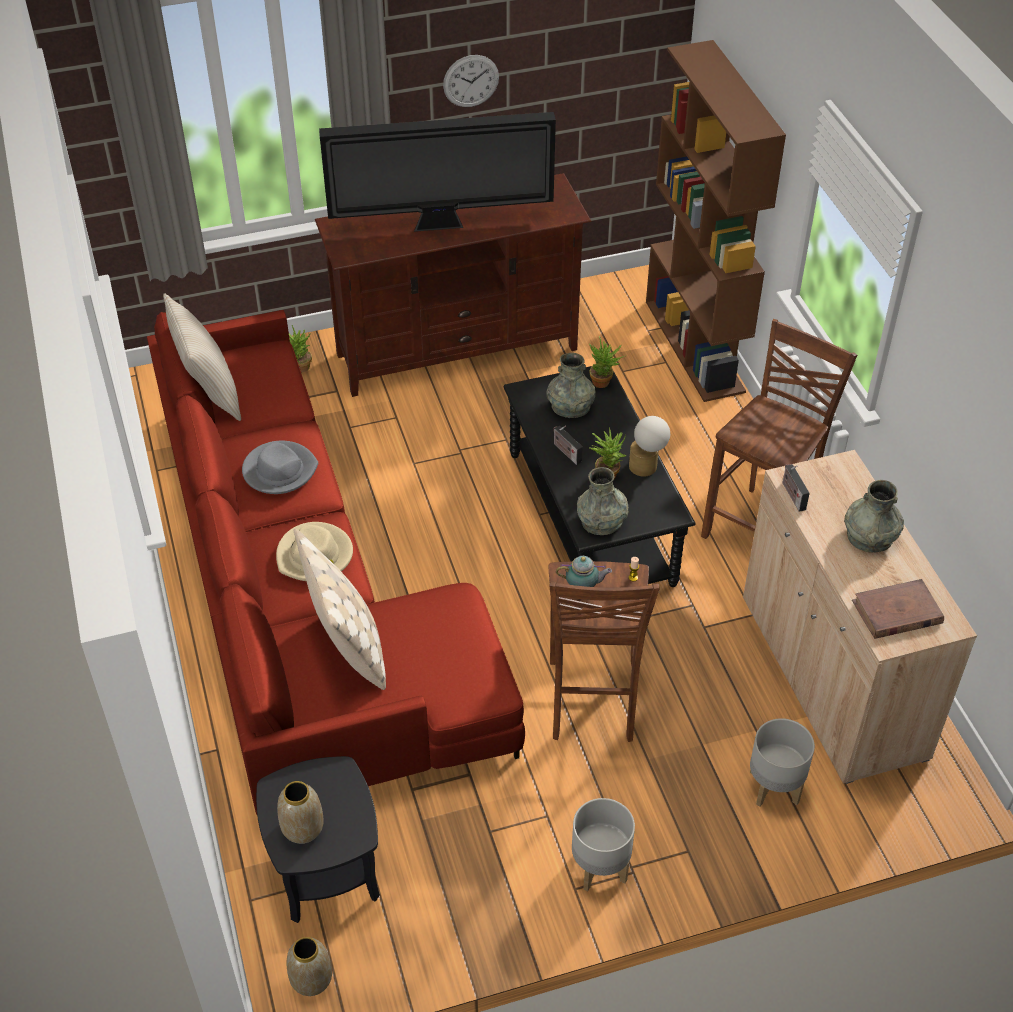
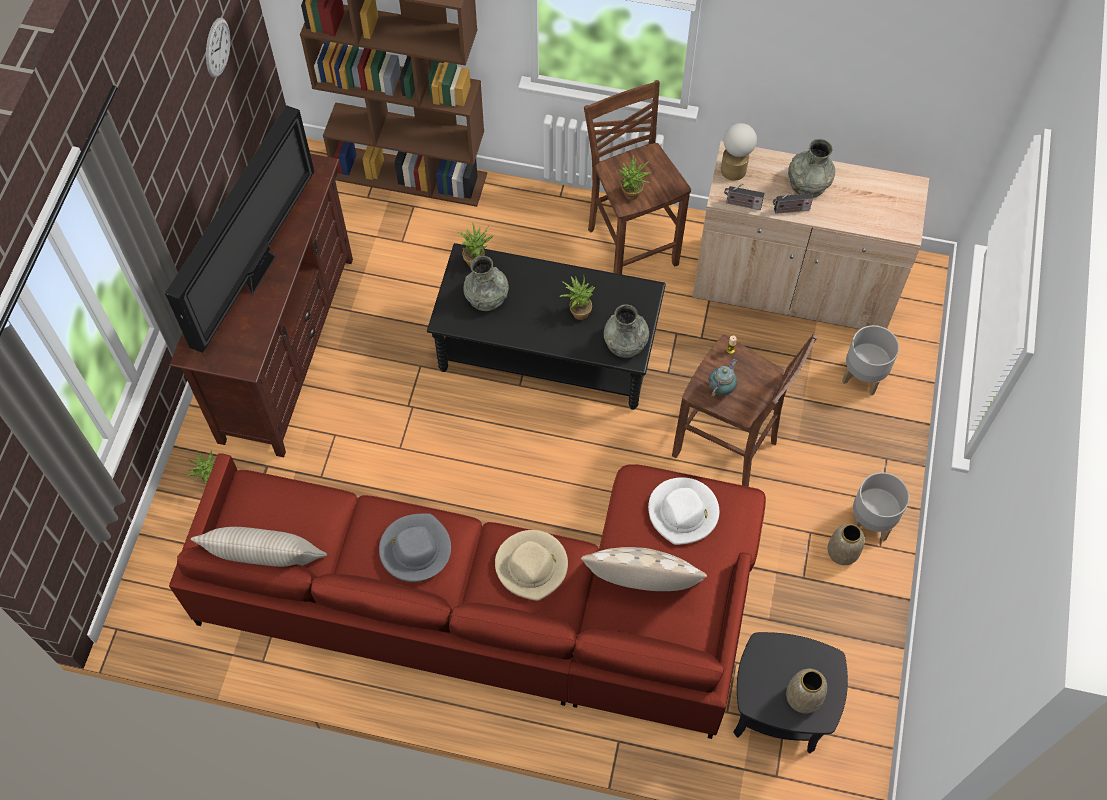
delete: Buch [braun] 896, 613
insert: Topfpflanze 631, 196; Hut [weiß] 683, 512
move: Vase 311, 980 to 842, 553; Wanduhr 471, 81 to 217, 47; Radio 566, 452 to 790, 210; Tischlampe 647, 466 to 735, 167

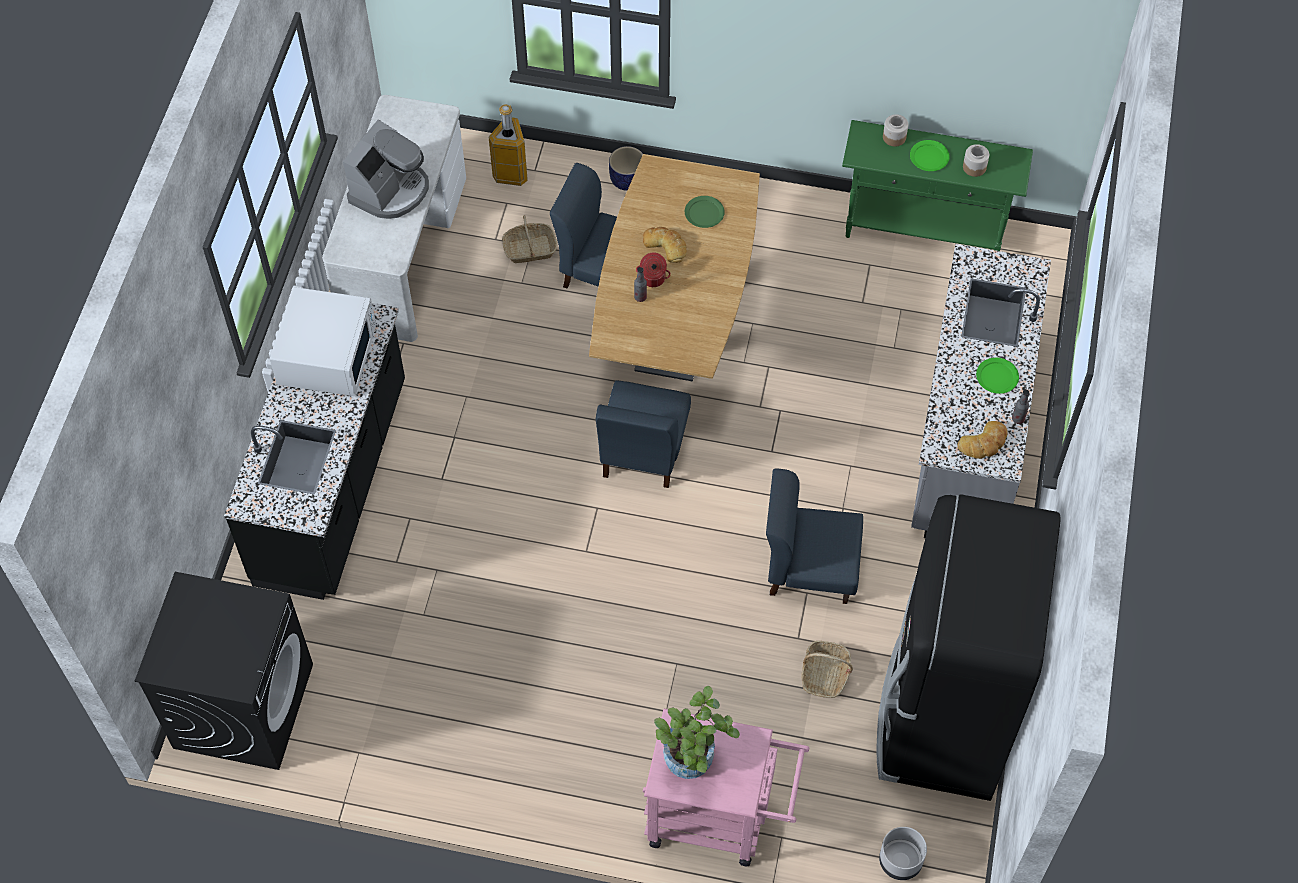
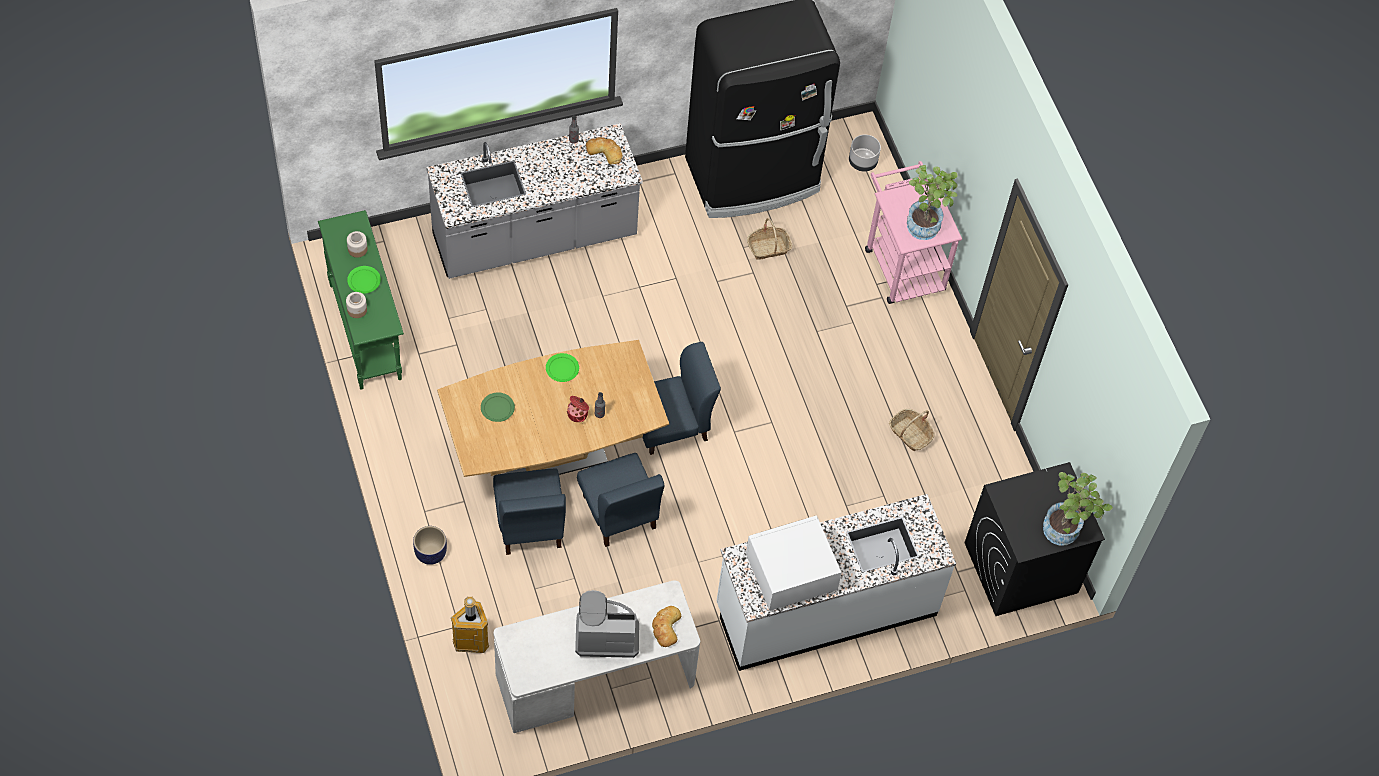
insert: Topfpflanze 1066, 529
move: Korb 530, 249 to 910, 434; Brot 666, 245 to 666, 627; Stuhl [blau] 809, 568 to 619, 512; Teller [grün] 997, 377 to 562, 368
recolor: Küchenzeile [schwarz] 334, 484 to Küchenzeile [weiß] 825, 609

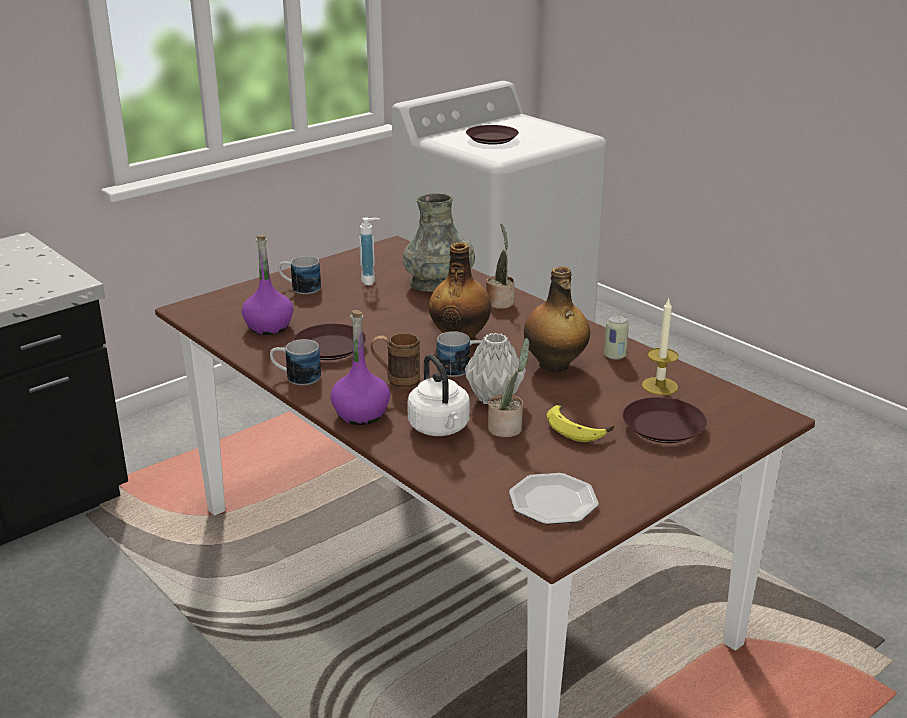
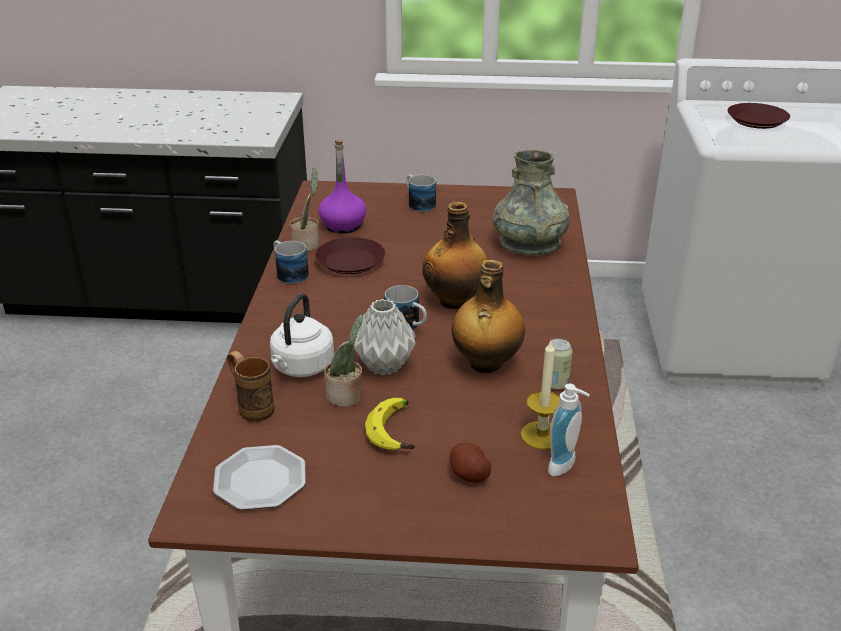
delete: Flasche [lila] 361, 414
move: Seifenspender 371, 280 to 565, 467; Henkelbecher [braun] 396, 381 to 251, 407; Topfpflanze 500, 302 to 307, 244
replace: Teller [braun] 662, 427 to Kartoffel 469, 474

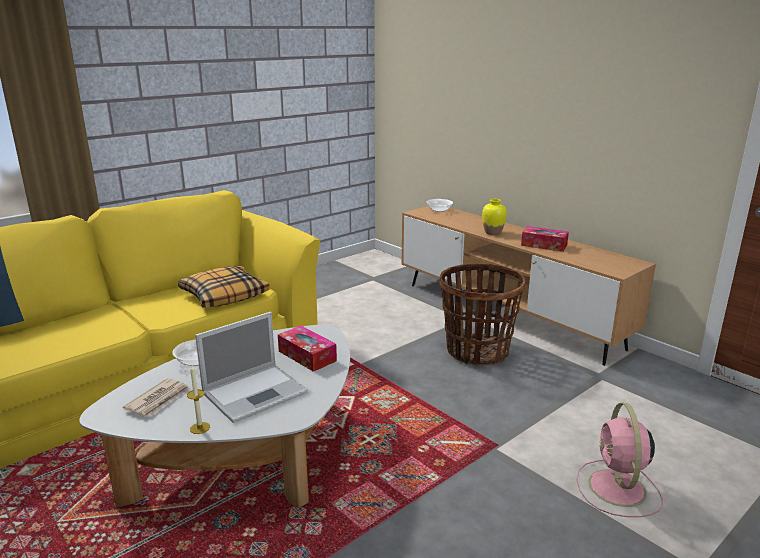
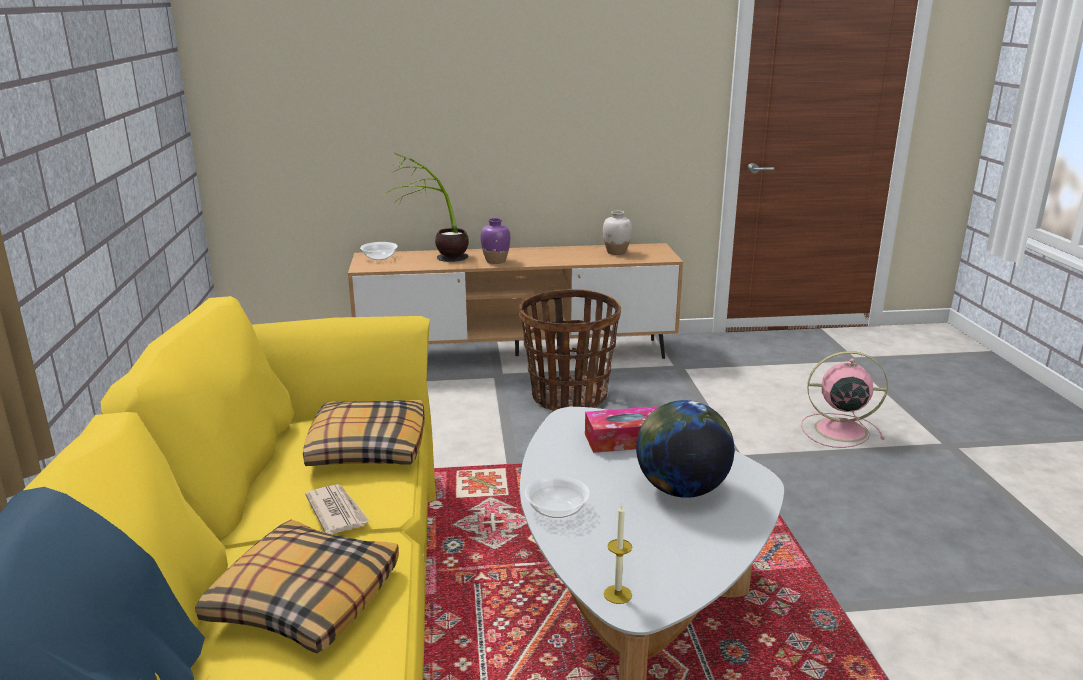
delete: Taschentuchbox 544, 245
insert: Kissen 304, 600; Topfpflanze 436, 261; Vase [weiß] 616, 252
move: Zeitung 159, 400 to 337, 512; Kerze 200, 428 to 617, 594
replace: Laptop 256, 392 to Globus 681, 489
recolor: Vase [gelb] 492, 233 to Vase [lila] 495, 261
rotate: Ventilator [rosa] 617, 489 = 838, 430 150 degrees clockwise

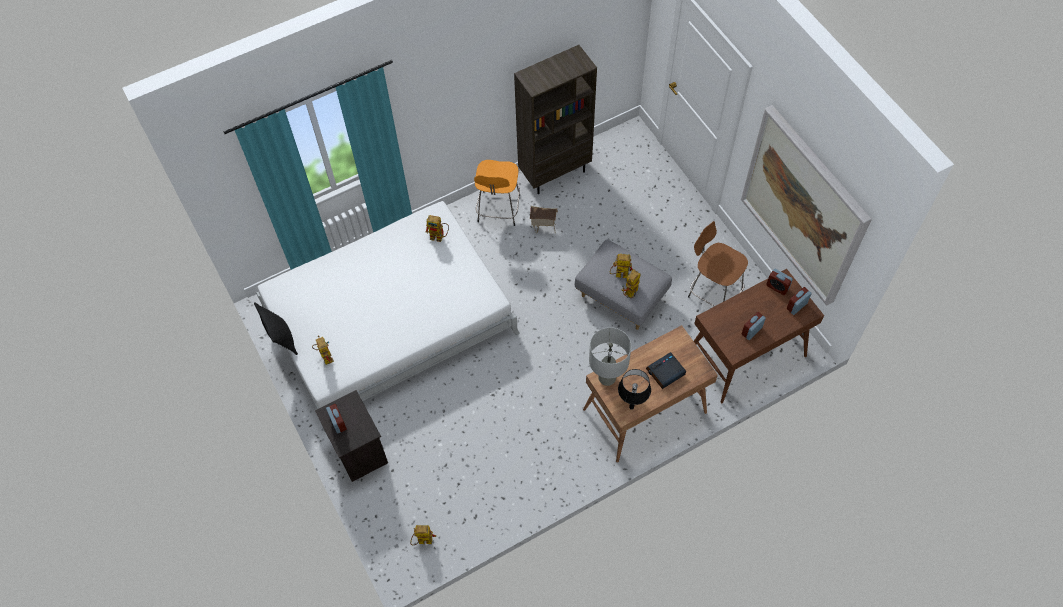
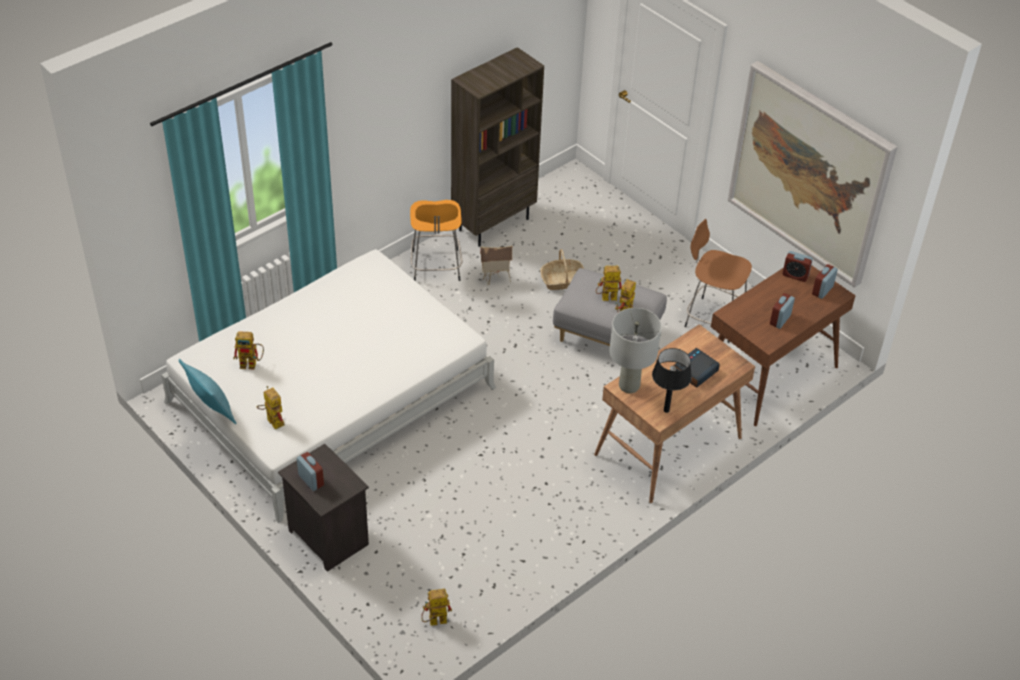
insert: Korb 562, 281
move: Spielzeugroboter 439, 236 to 252, 364
recolor: Kissen [schwarz] 281, 338 to Kissen [türkis] 211, 410

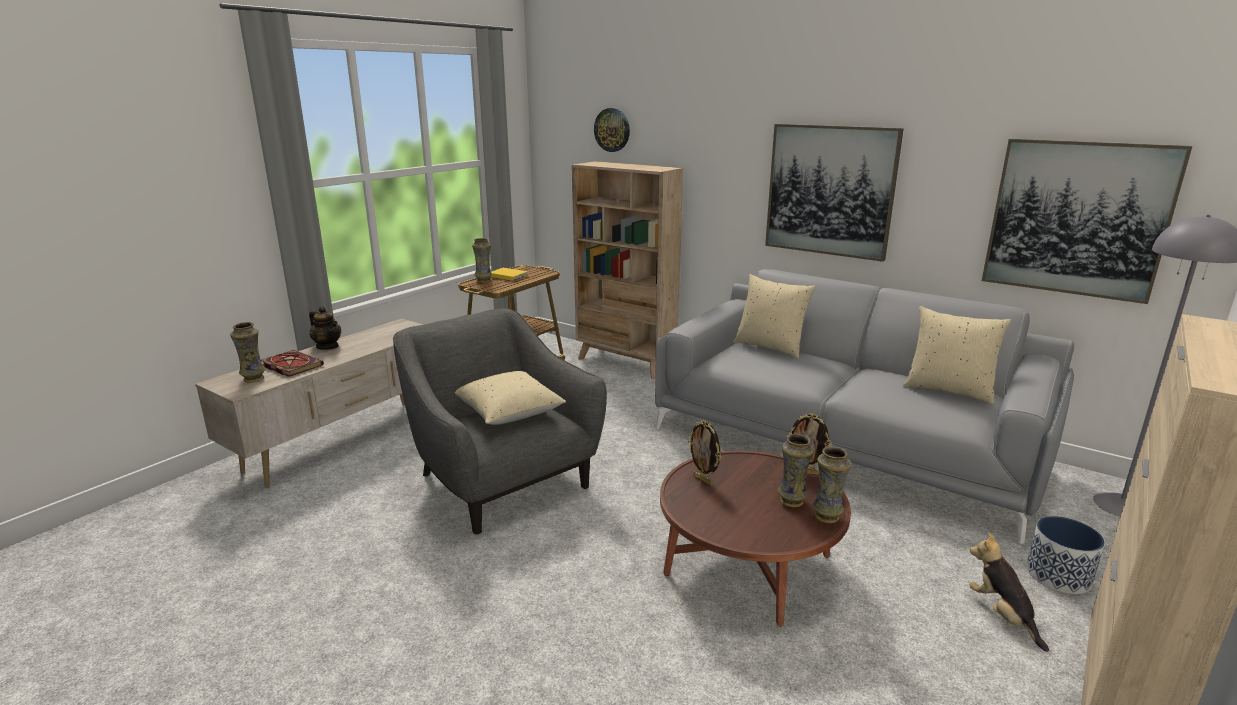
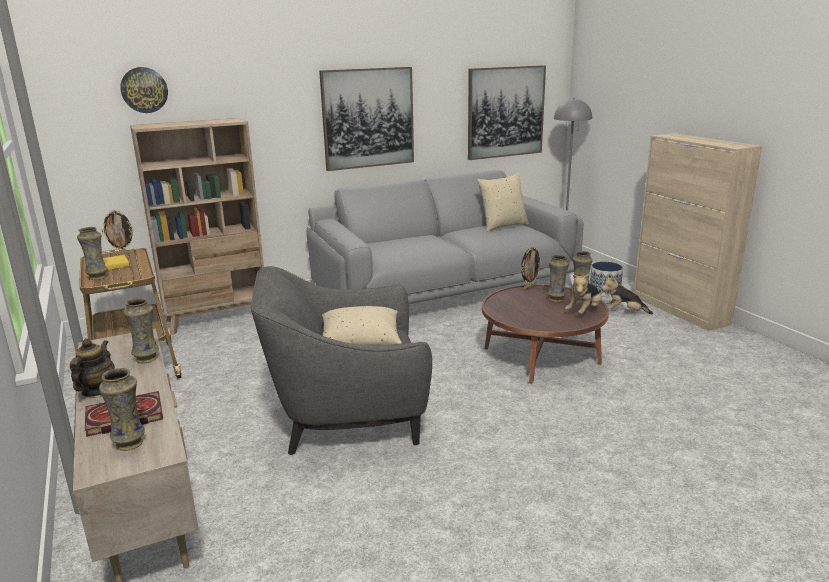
delete: Kissen [beige] 770, 347
insert: Vase 147, 359; Plüschtier 584, 311
move: Bilderrahmen 703, 480 to 122, 253
rotate: Teekanne 328, 346 = 96, 390 60 degrees counterclockwise

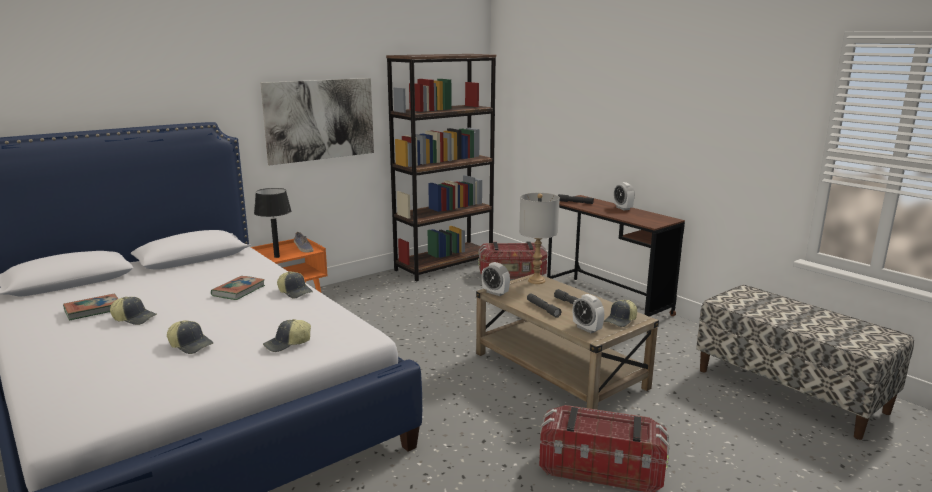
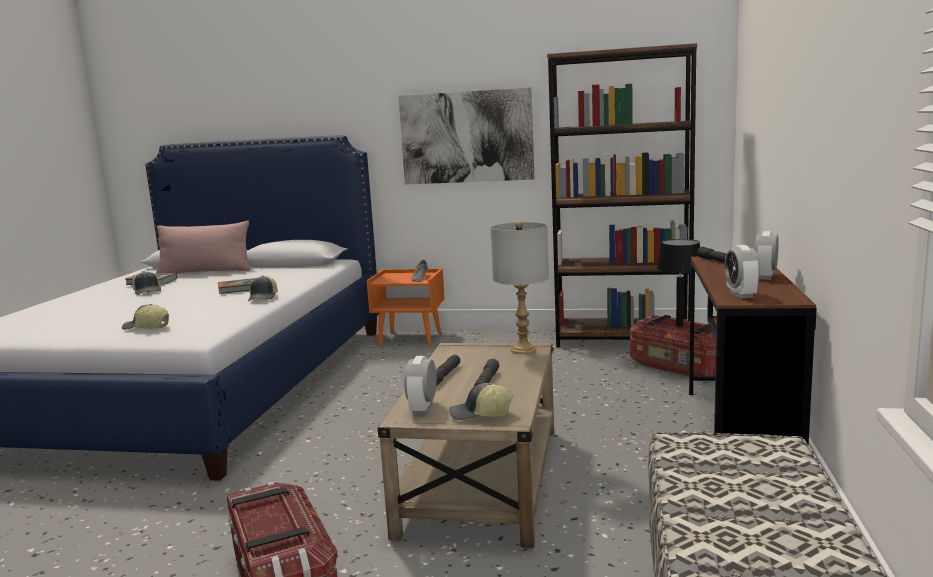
delete: Kappe 191, 345
insert: Kissen [rosa] 205, 271
move: Tischlampe [schwarz] 277, 256 to 680, 325; Wecker 495, 293 to 741, 295

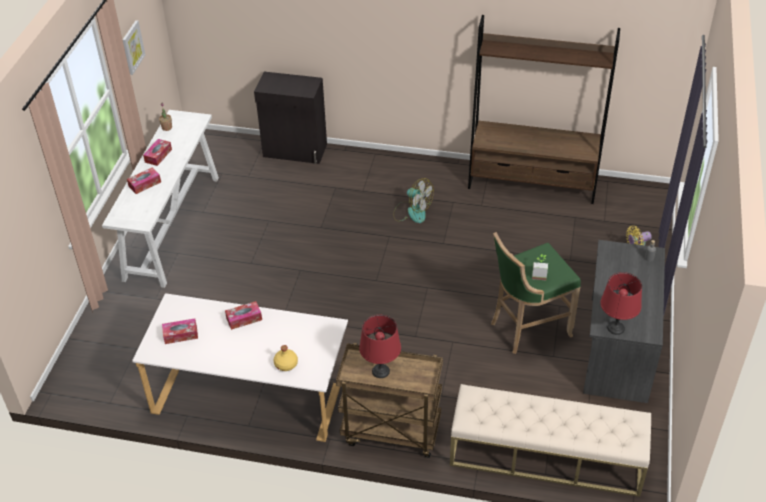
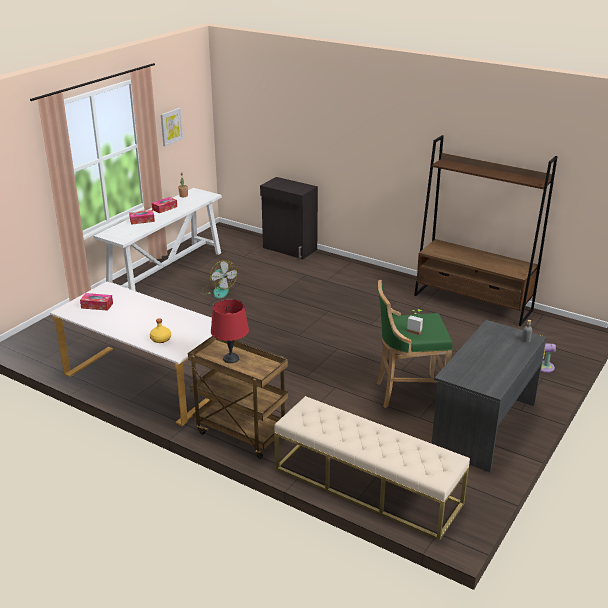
delete: Taschentuchbox 244, 319; Tischlampe [rot] 615, 328
move: Ventilator 412, 212 to 218, 291

